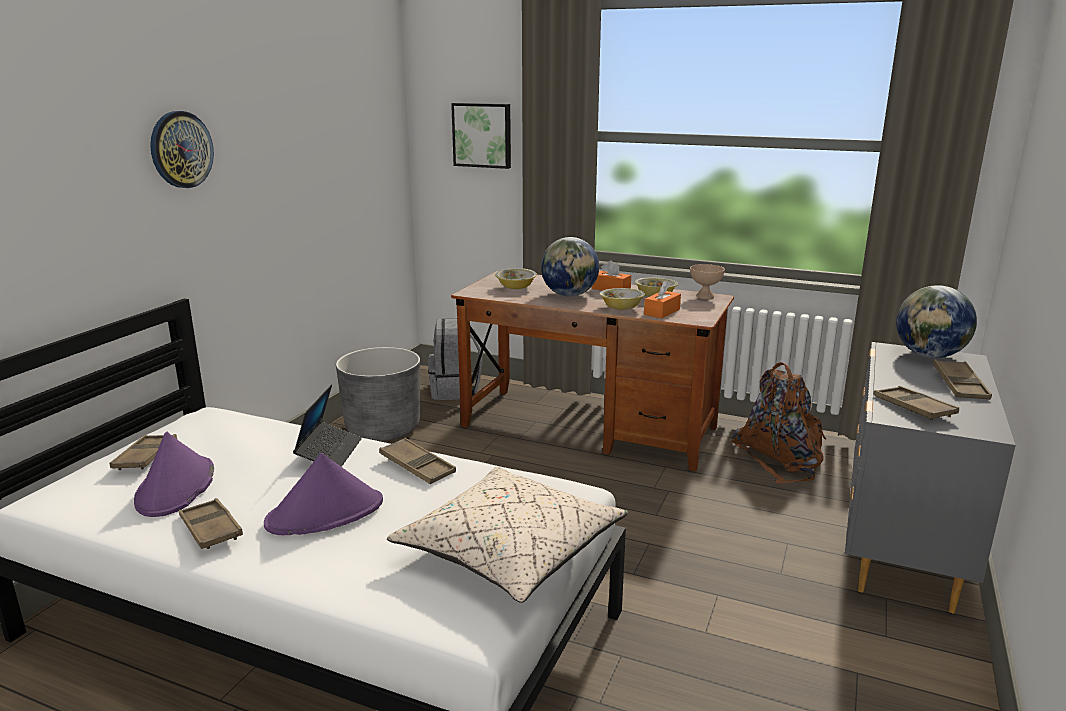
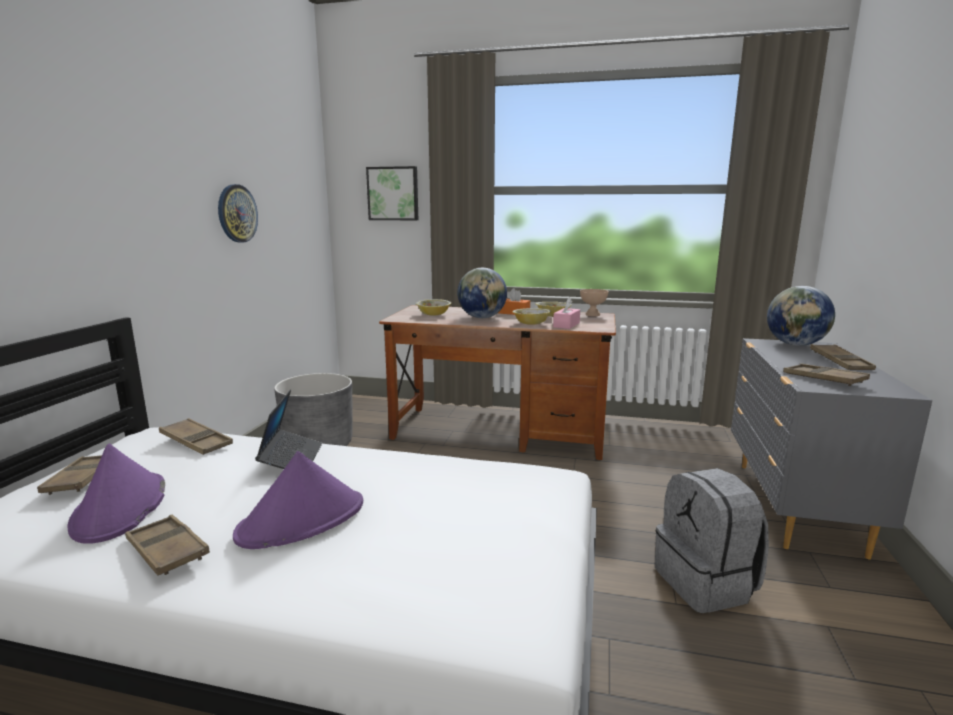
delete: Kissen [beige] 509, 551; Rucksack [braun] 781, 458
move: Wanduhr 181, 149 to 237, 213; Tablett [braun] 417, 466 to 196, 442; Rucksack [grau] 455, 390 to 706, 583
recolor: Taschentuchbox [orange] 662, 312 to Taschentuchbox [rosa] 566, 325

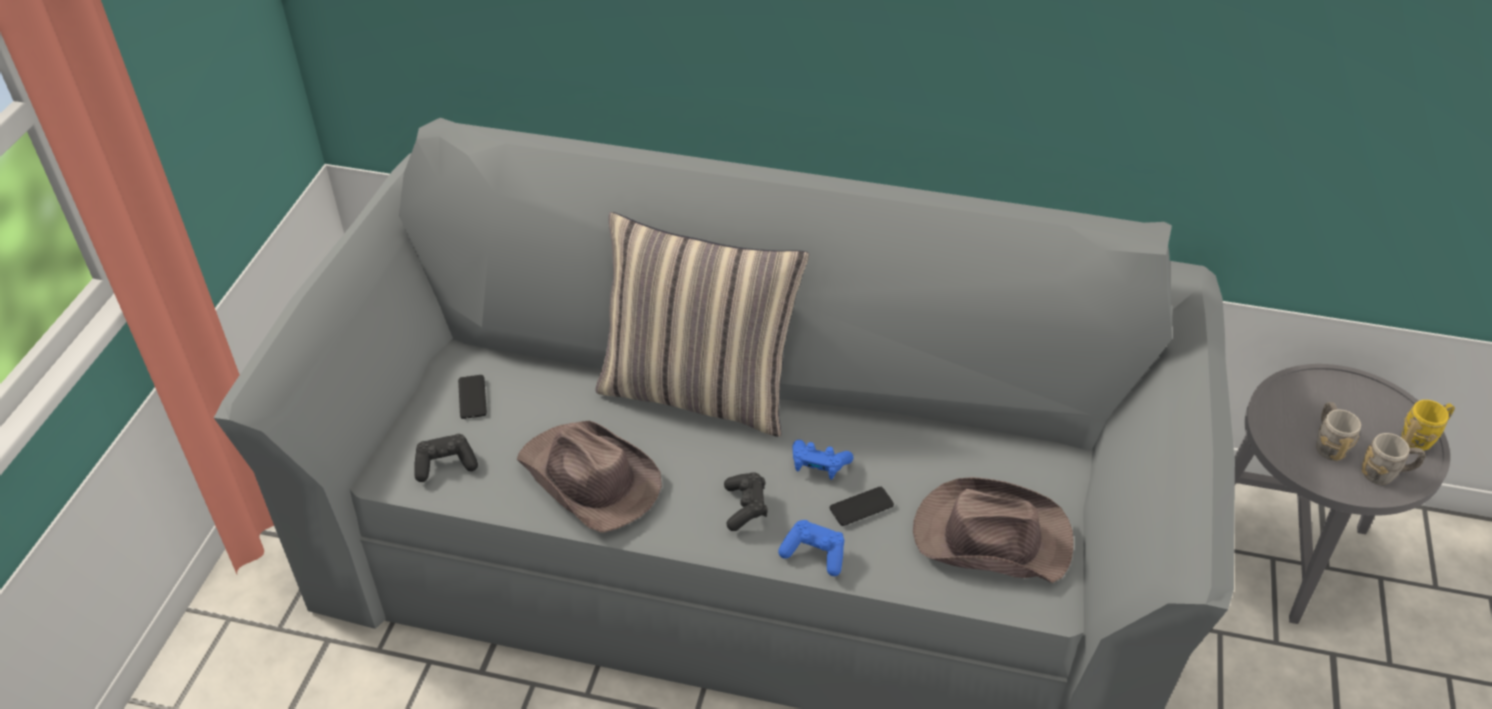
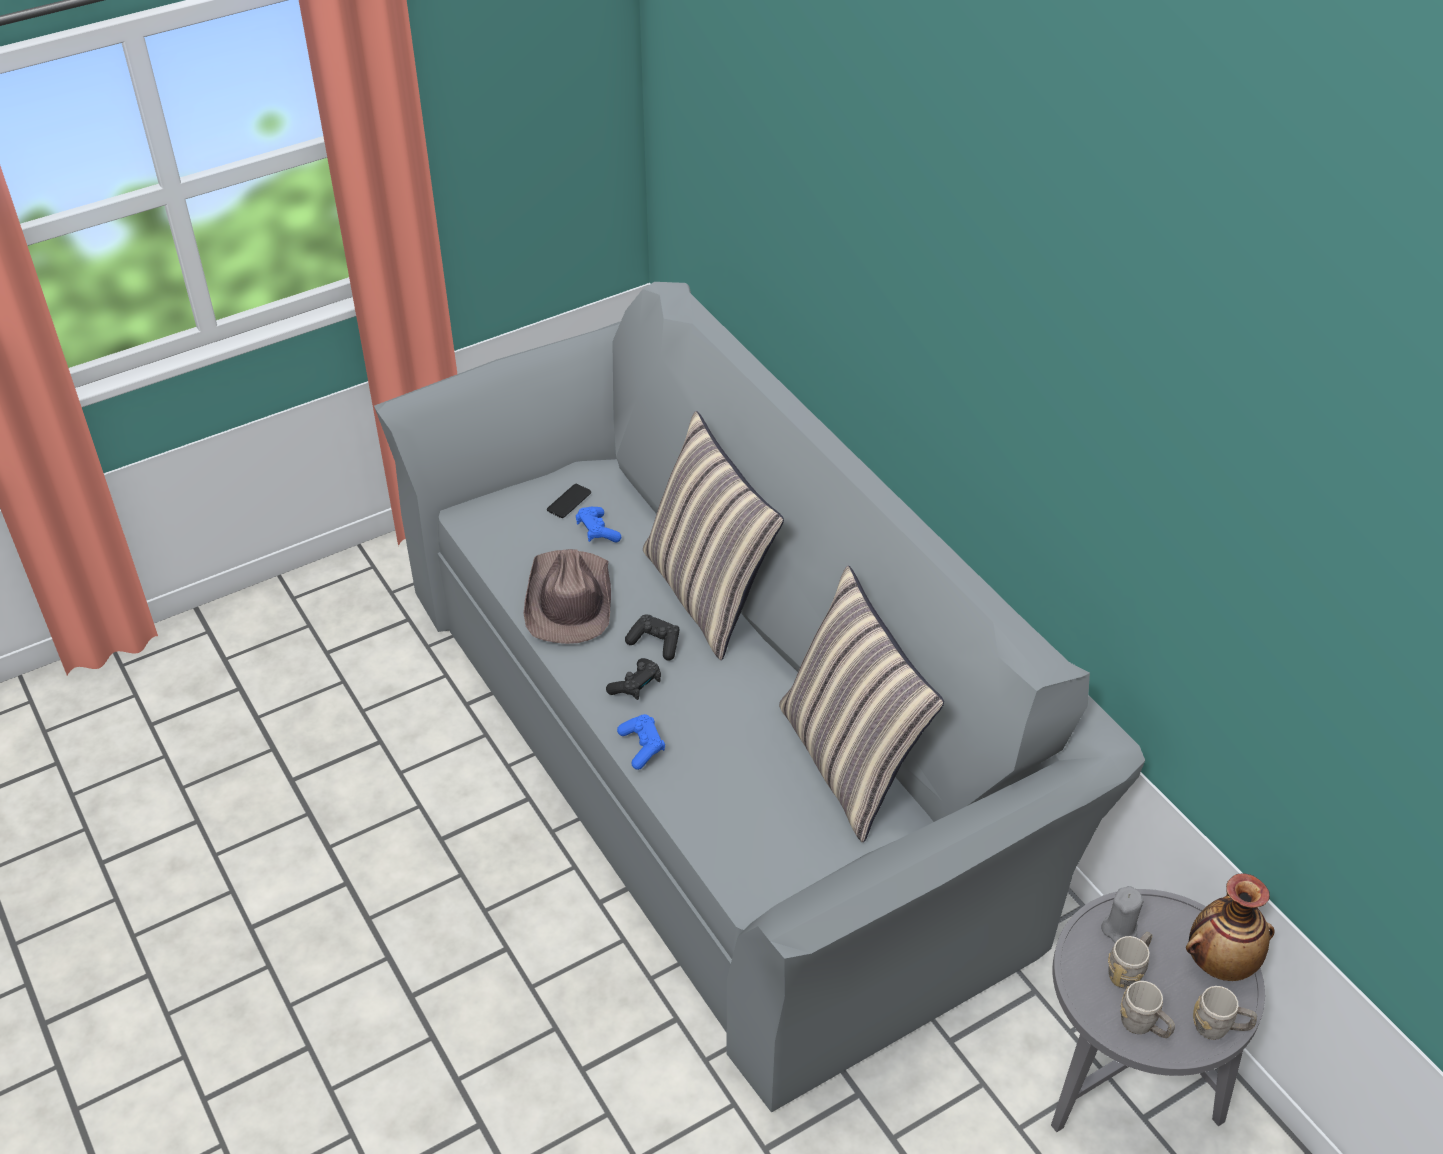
delete: Handy 861, 507; Hut [braun] 990, 537
insert: Kissen 850, 762; Kerze [grau] 1119, 928; Vase 1220, 961
move: Gamepad [schwarz] 445, 464 to 655, 643; Gamepad [blau] 819, 465 to 597, 532
recolor: Henkelbecher [gelb] 1422, 437 to Henkelbecher [grau] 1219, 1028

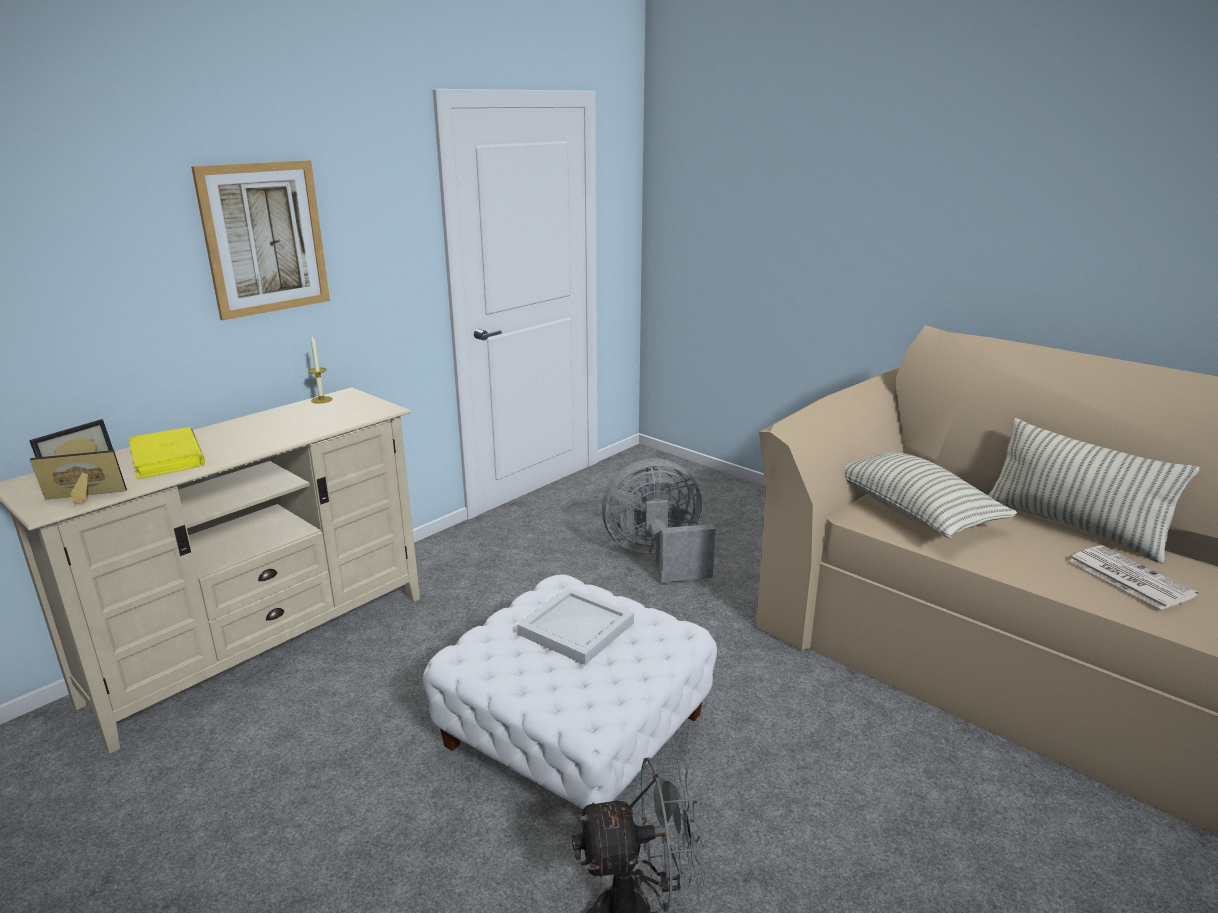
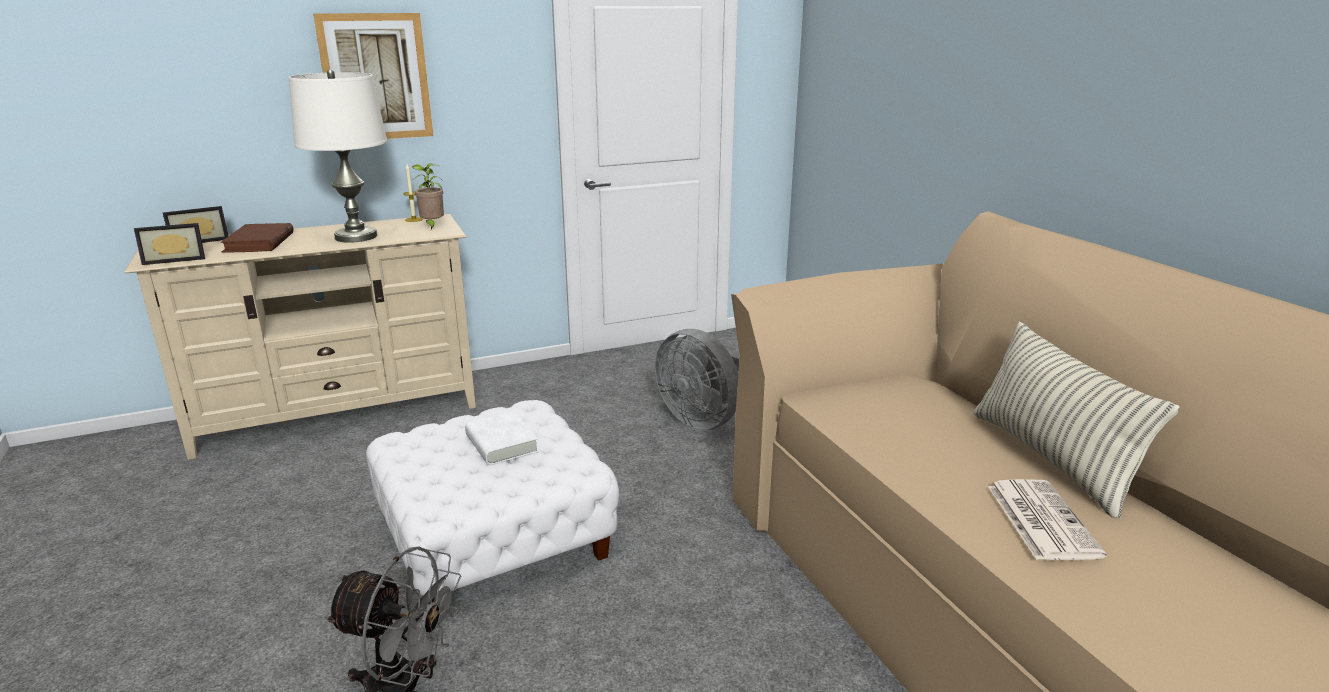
delete: Kissen 912, 512
insert: Tischlampe [weiß] 356, 237; Topfpflanze 432, 226
replace: Tablett [weiß] 577, 629 to Buch [weiß] 501, 444
recolor: Buch [gelb] 167, 458 to Buch [braun] 259, 242
rotate: Bilderrahmen 83, 499 = 175, 259 150 degrees clockwise; Ventilator [grau] 657, 557 = 702, 419 150 degrees counterclockwise

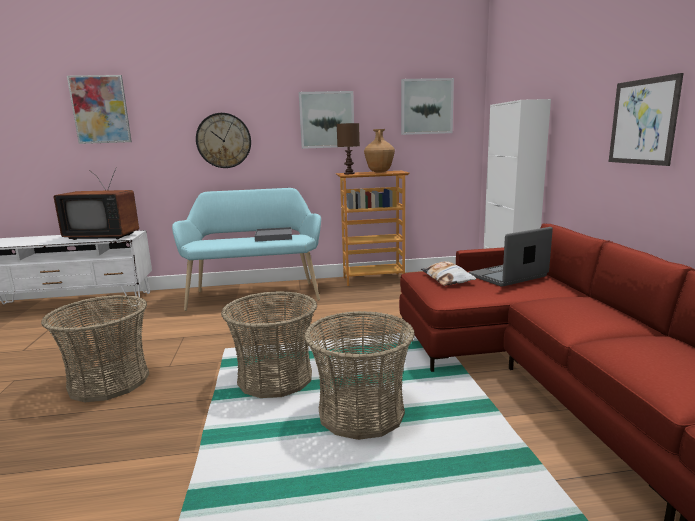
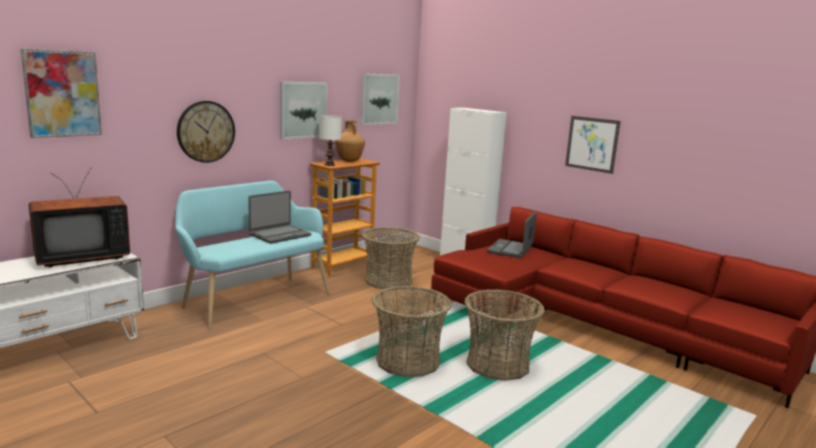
delete: Kissen 447, 279
move: Korb 109, 382 to 388, 281
replace: Tablett [grau] 274, 236 to Laptop 280, 235
recolor: Tischlampe [braun] 349, 173 to Tischlampe [weiß] 329, 165

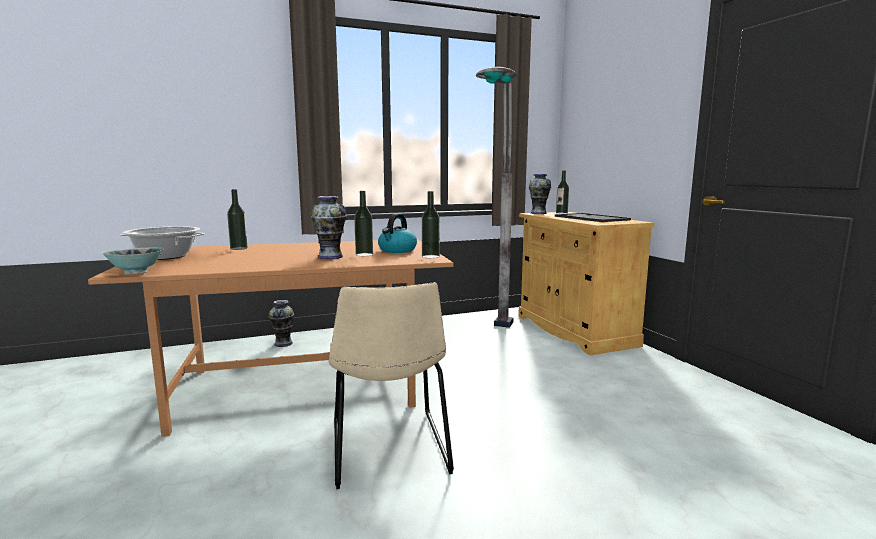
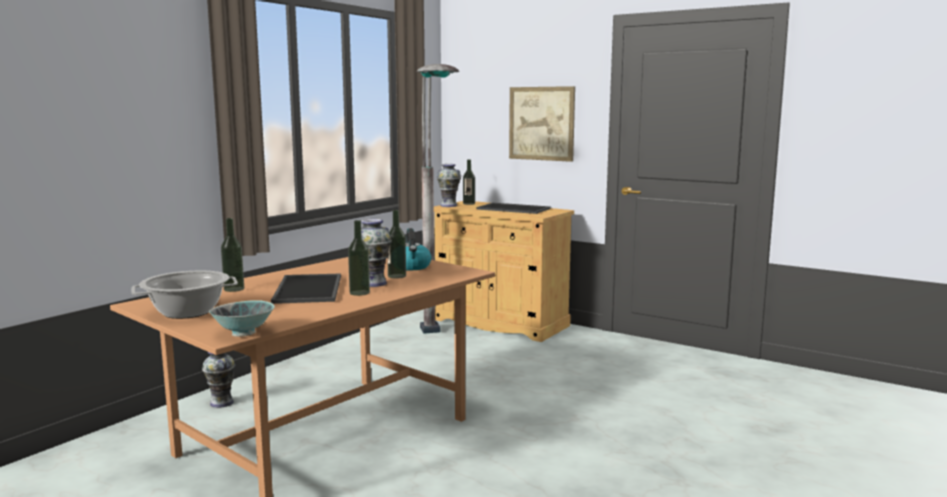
delete: Stuhl [beige] 389, 450
insert: Tablett 310, 289; Bild 541, 123
move: Flasche 430, 256 to 359, 293

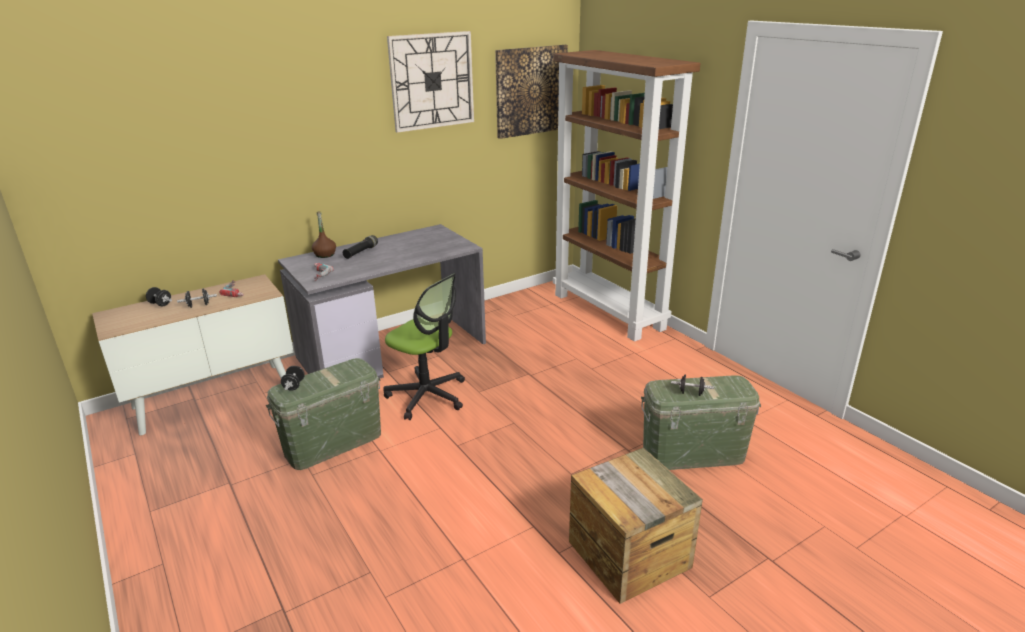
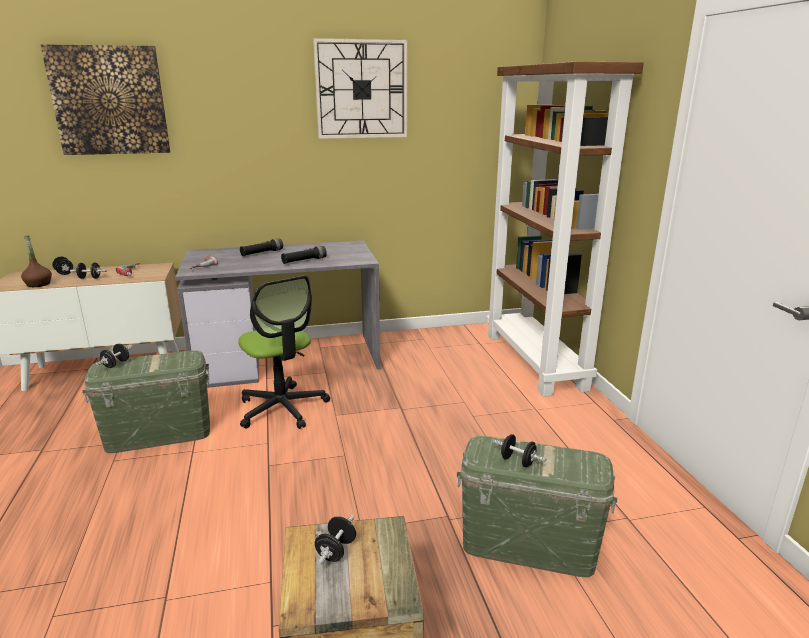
insert: Taschenlampe [schwarz] 304, 261; Hantel [schwarz] 336, 551
move: Flasche [braun] 325, 254 to 38, 284; Bild 531, 91 to 109, 101

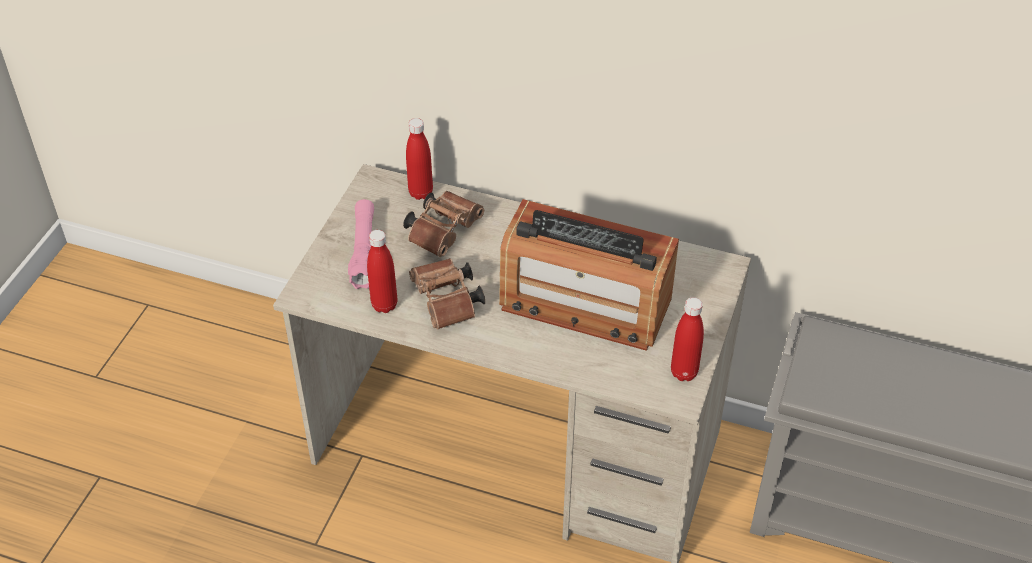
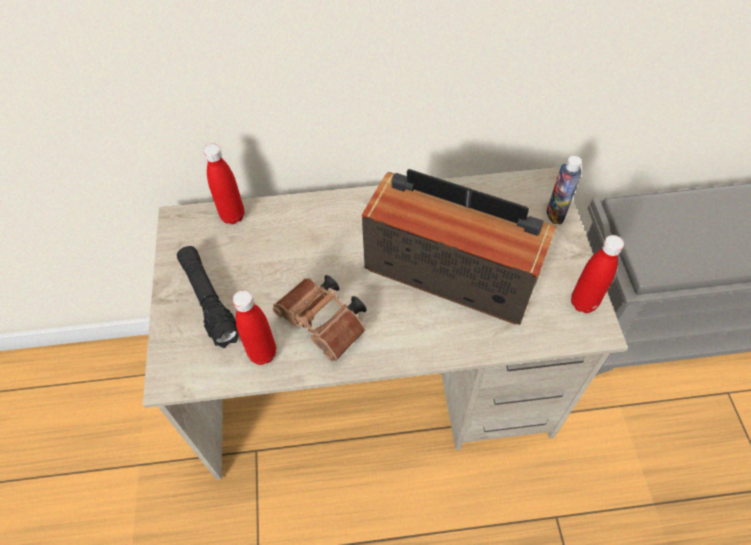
delete: Fernglas [braun] 444, 231
insert: Flasche 555, 213
recolor: Taschenlampe [rosa] 364, 251 to Taschenlampe [schwarz] 209, 300
rotate: Radio 585, 303 = 452, 269 150 degrees counterclockwise

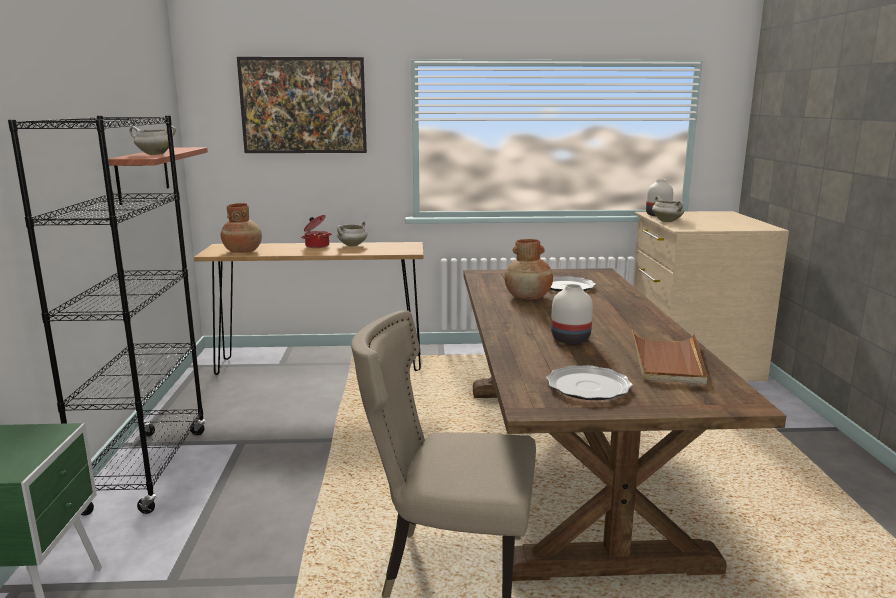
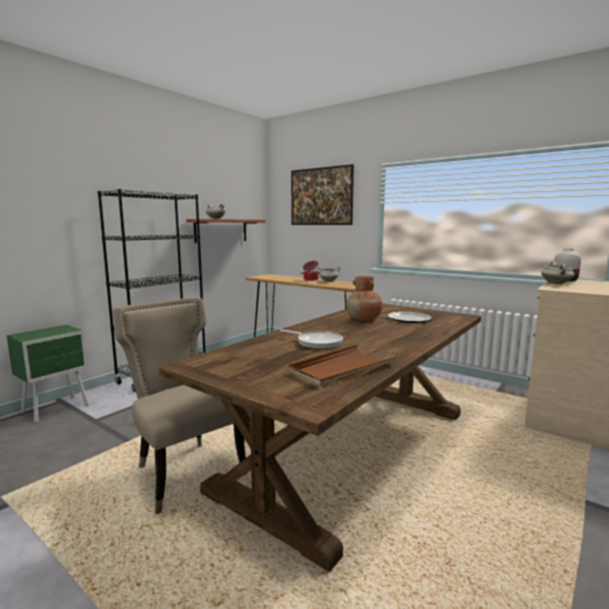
delete: Vase [braun] 243, 251; Teller 588, 386
replace: Vase [weiß] 569, 339 to Pfanne 317, 342

